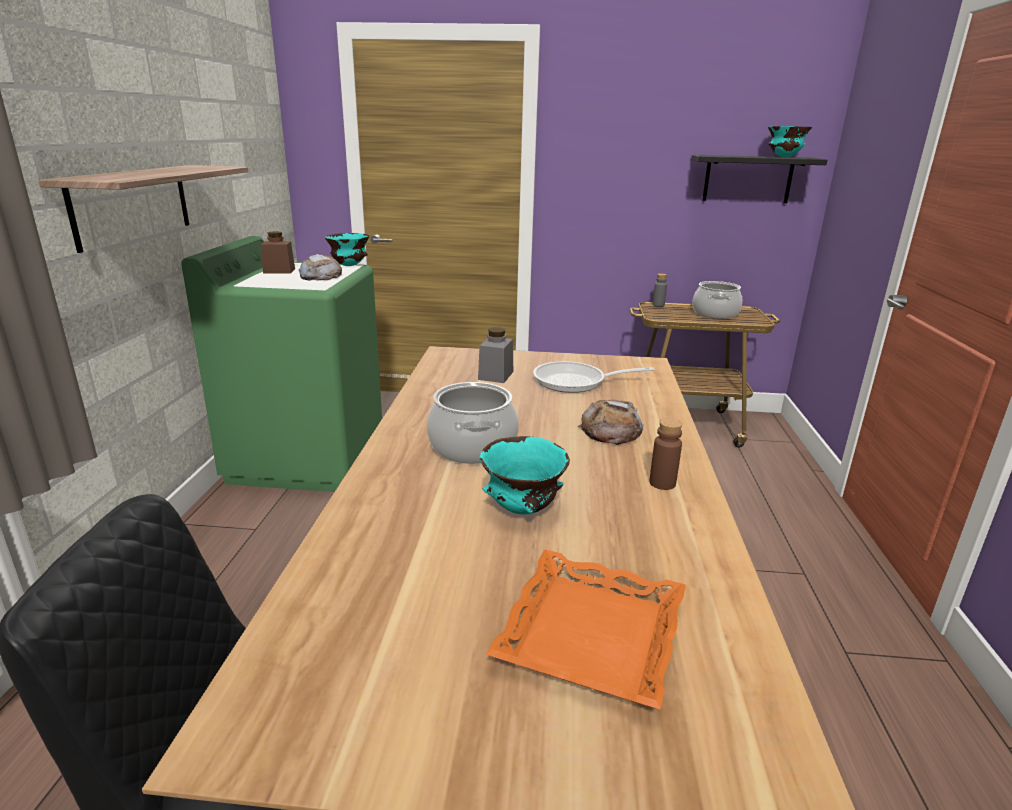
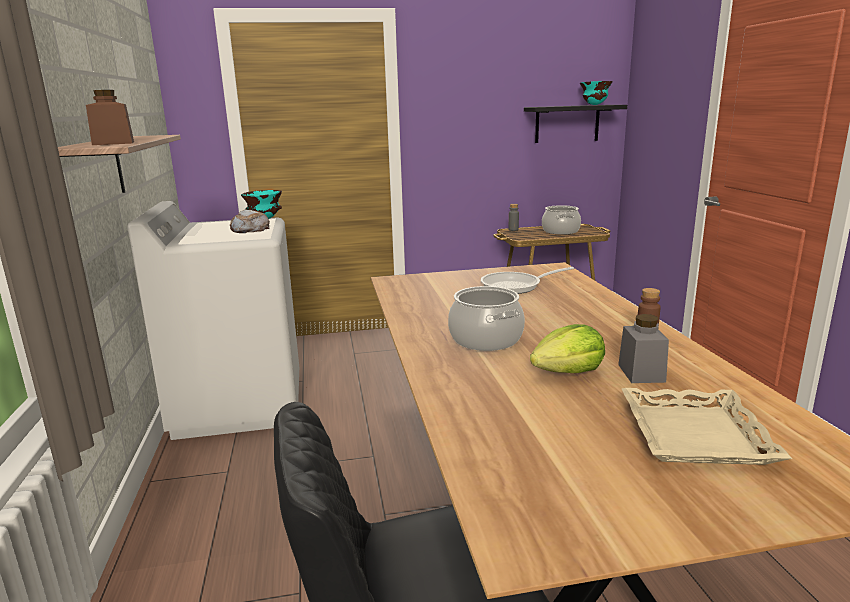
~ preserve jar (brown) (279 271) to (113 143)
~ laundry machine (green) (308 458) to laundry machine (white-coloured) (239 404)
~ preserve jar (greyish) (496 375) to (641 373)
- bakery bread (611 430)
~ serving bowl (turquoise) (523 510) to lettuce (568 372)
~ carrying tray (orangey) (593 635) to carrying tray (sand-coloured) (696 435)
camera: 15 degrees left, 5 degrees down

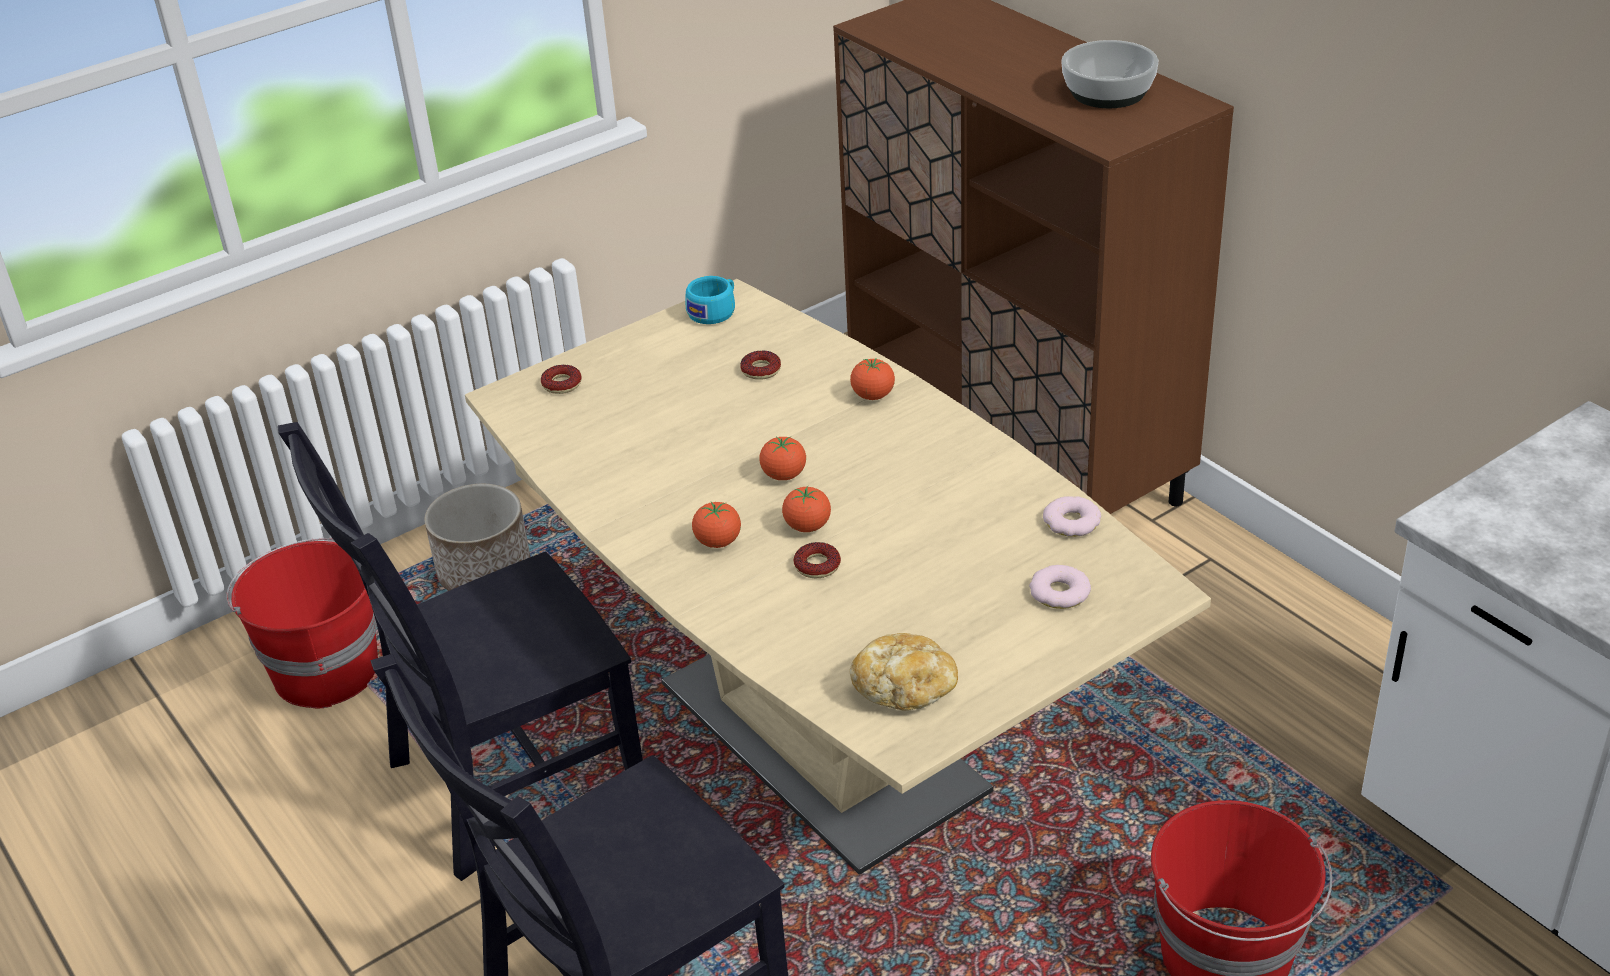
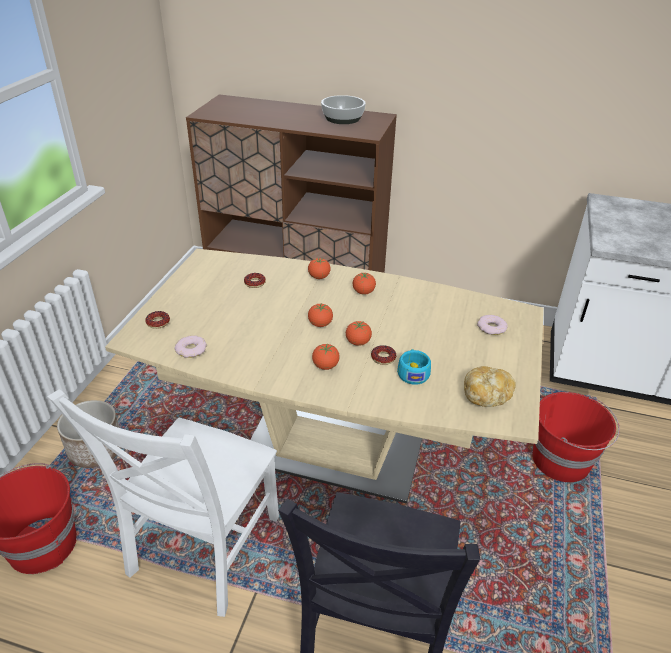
~ cup (turquoise) (715 311) to (413 372)
~ upright chair (black-coloured) (505 781) to upright chair (white-coloured) (201 550)
~ doughnut (1072 522) to (191 349)
+ whole tomato (363 292)
camera: 40 degrees left, 0 degrees up

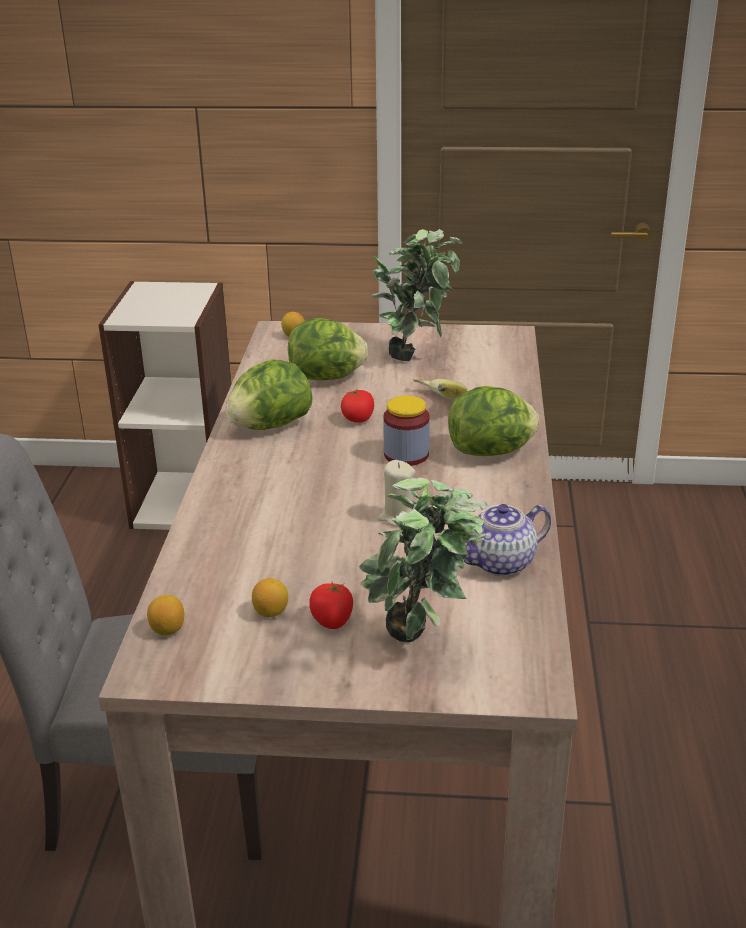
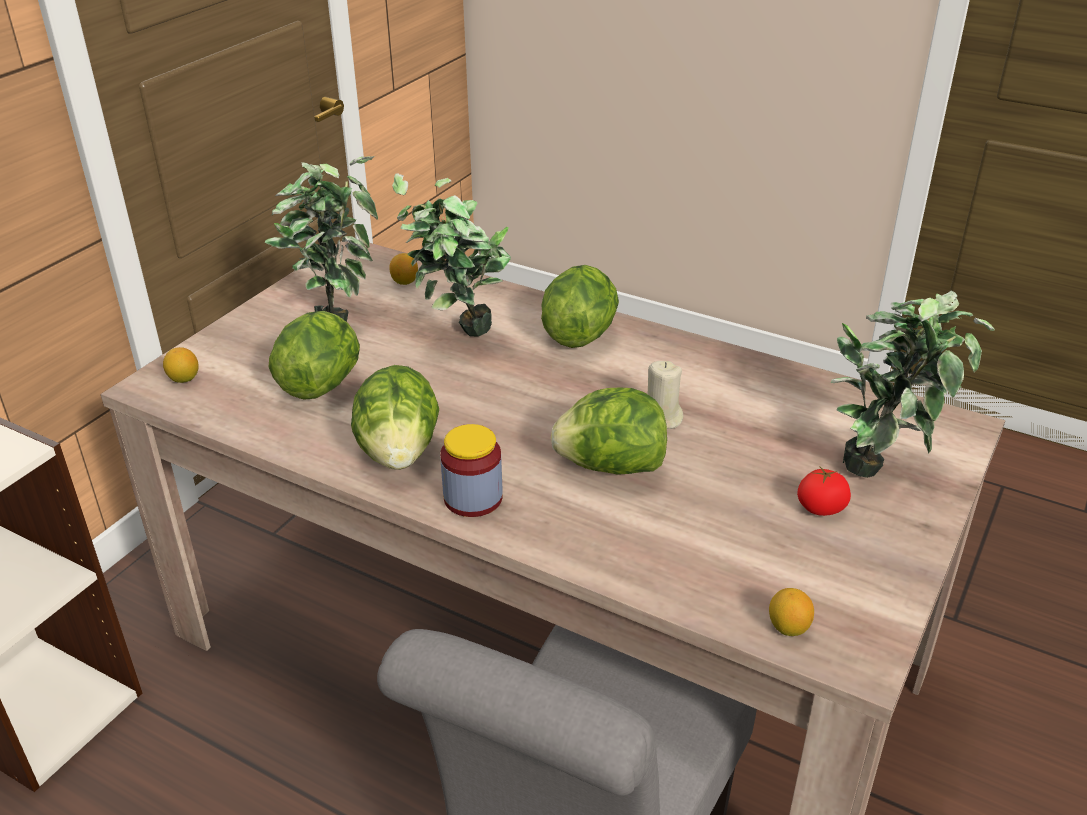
~ banana (435 405) to houseplant (457 337)
- whole tomato (358 419)
~ preserve jar (406 455) to (473 498)
- teapot (501 563)
~ citrus fruit (271 612) to (404 282)
+ lettuce (610 467)
camera: 65 degrees left, 5 degrees up

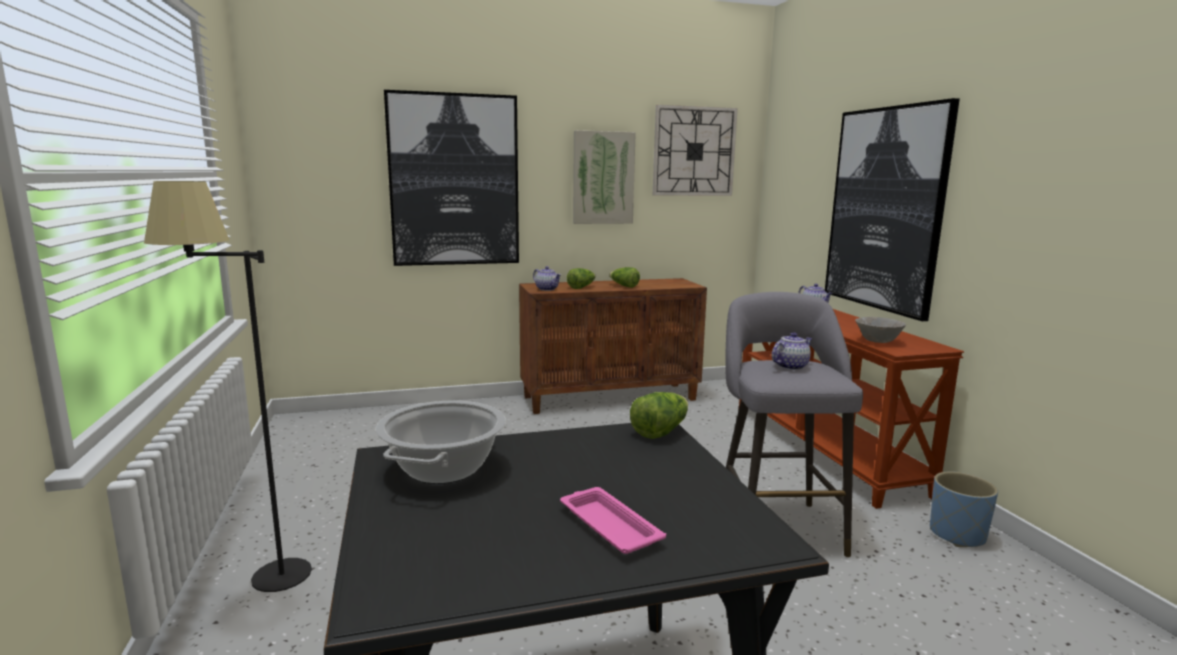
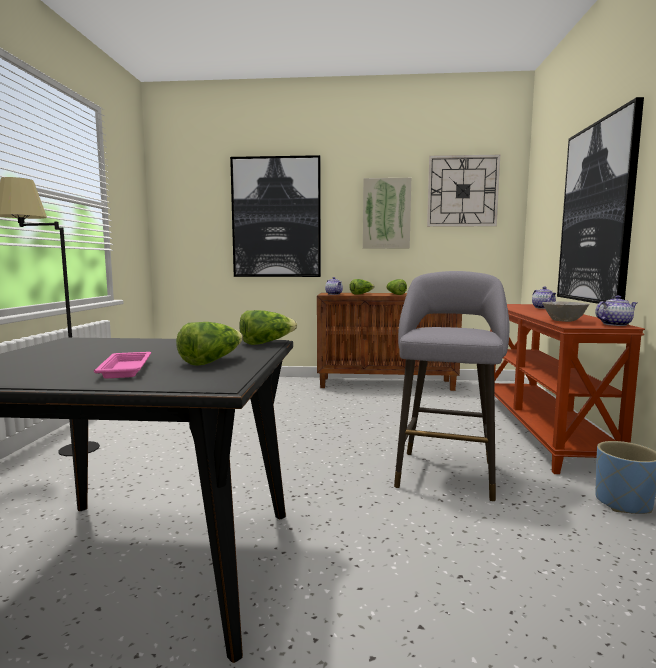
~ teapot (790 366) to (615 324)
- stockpot (444 469)
+ lettuce (211 361)
camera: 20 degrees right, 5 degrees down

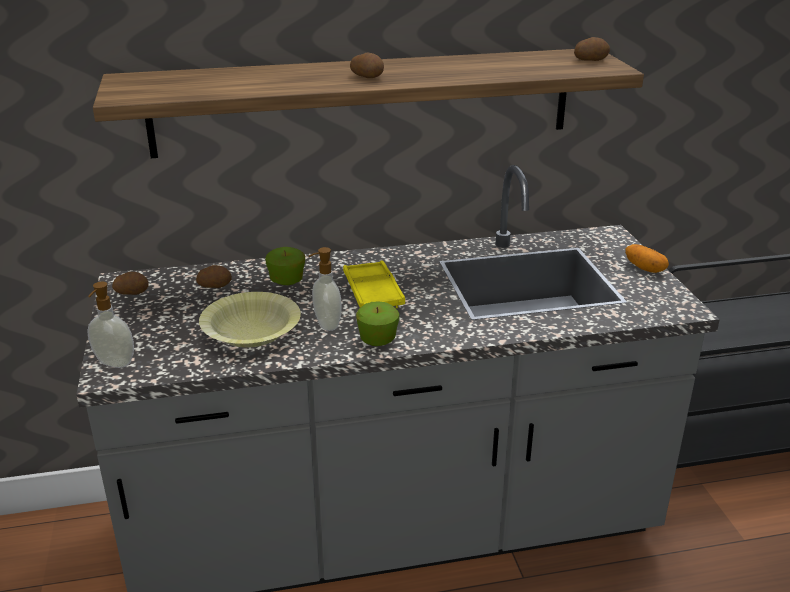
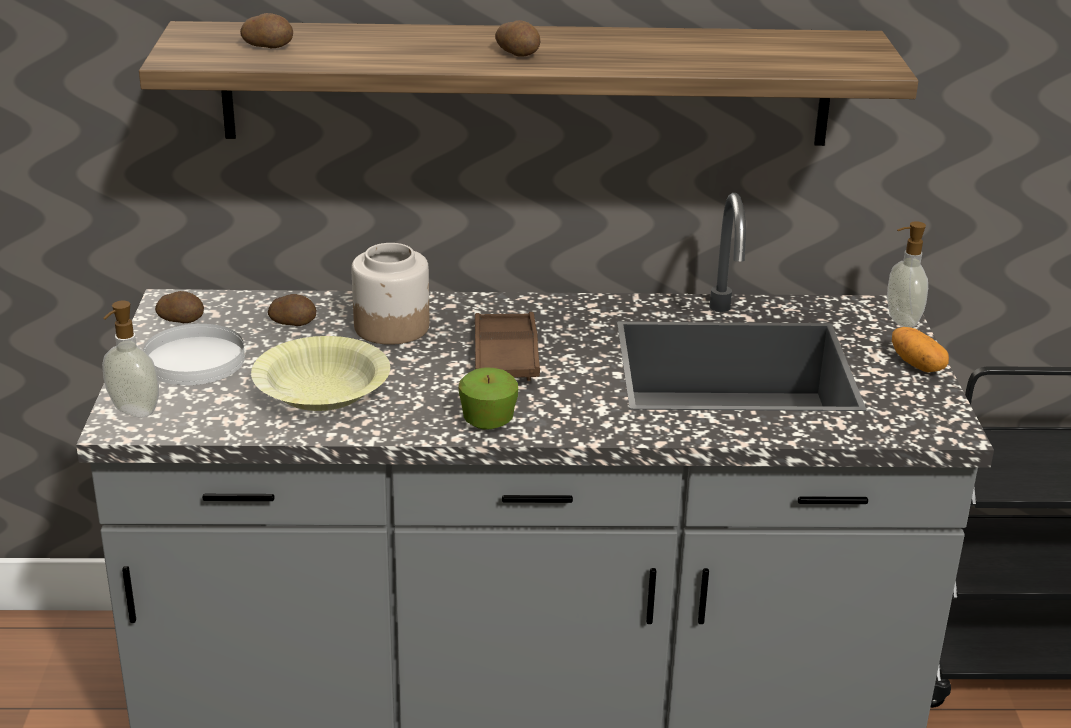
~ potato (590 60) to (268 46)
~ apple fruit (287 281) to preserve jar (392 327)
~ soap bottle (326 324) to (900 320)
~ carrying tray (yellow) (372 292) to carrying tray (brown) (505 355)
+ plate (white-coloured) (194 360)
camera: 10 degrees right, 0 degrees up

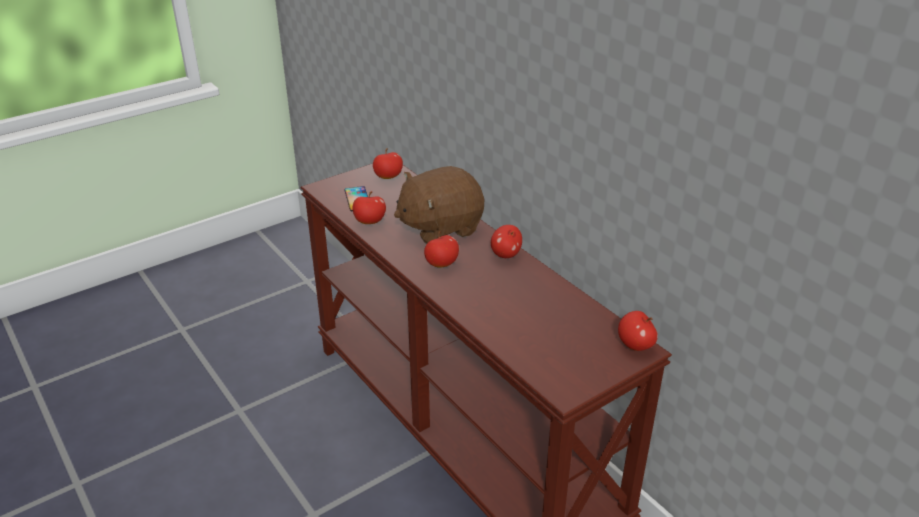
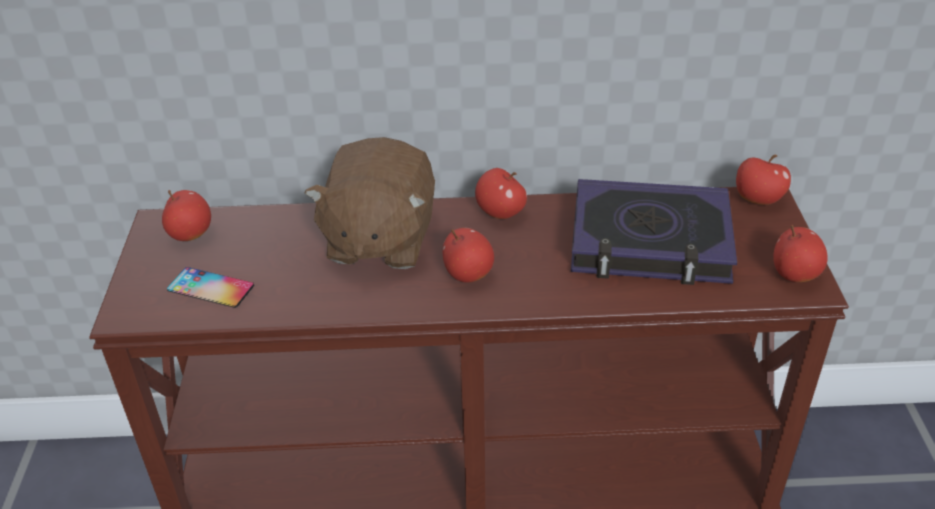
~ apple fruit (370 222) to (794 274)
+ book (650 242)
camera: 55 degrees left, 5 degrees up

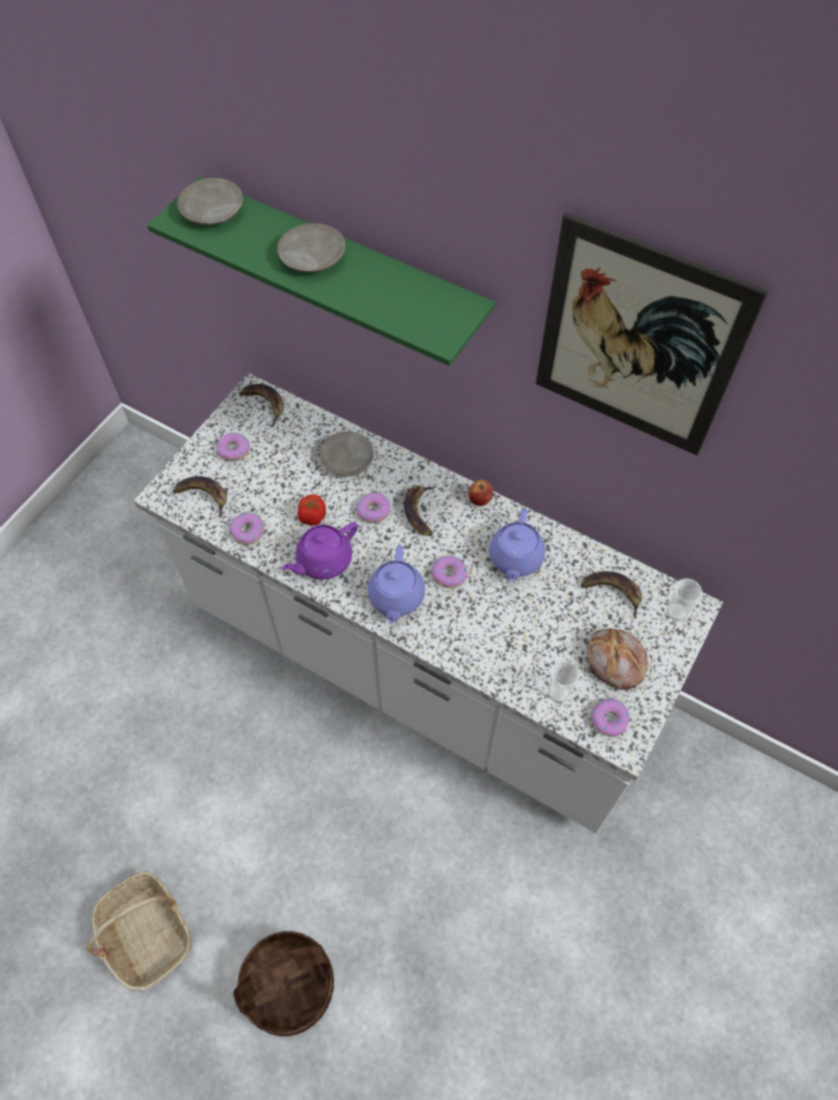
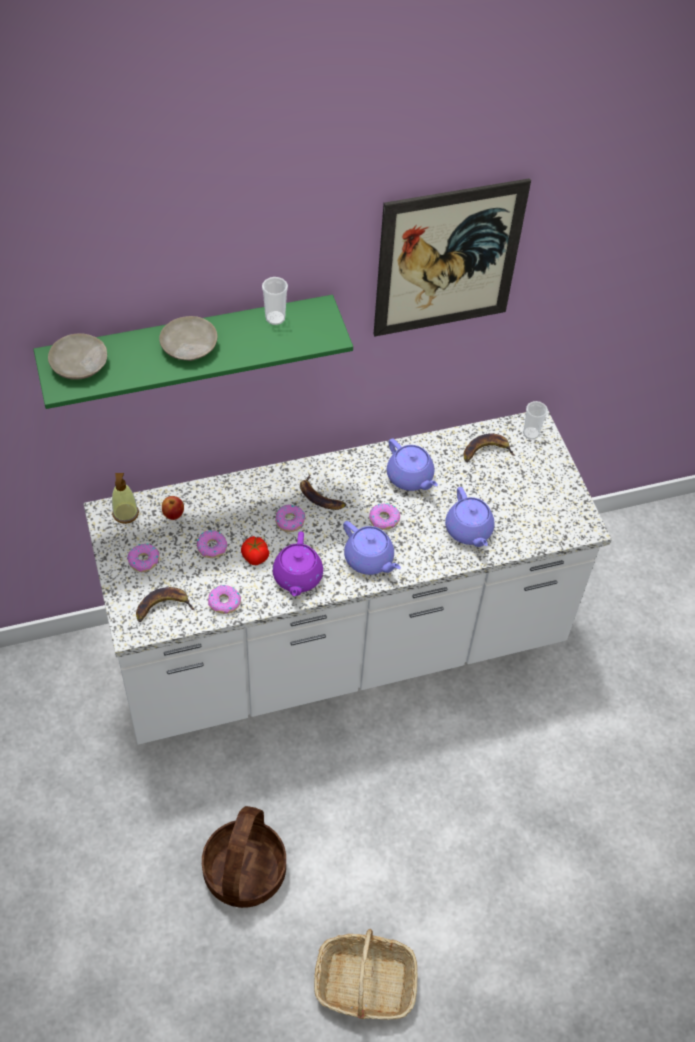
~ banana (265 404) to soap bottle (125 513)
- plate (sand-coloured) (348 460)
~ apple fruit (480 500) to (173 514)
- bakery bread (614 662)
~ cup (558 693) to (275 318)
~ doughnut (609 719) to (212 547)
~ storage basket (289 984) to (244 870)
+ teapot (purple) (469 530)
camera: 50 degrees left, 5 degrees down

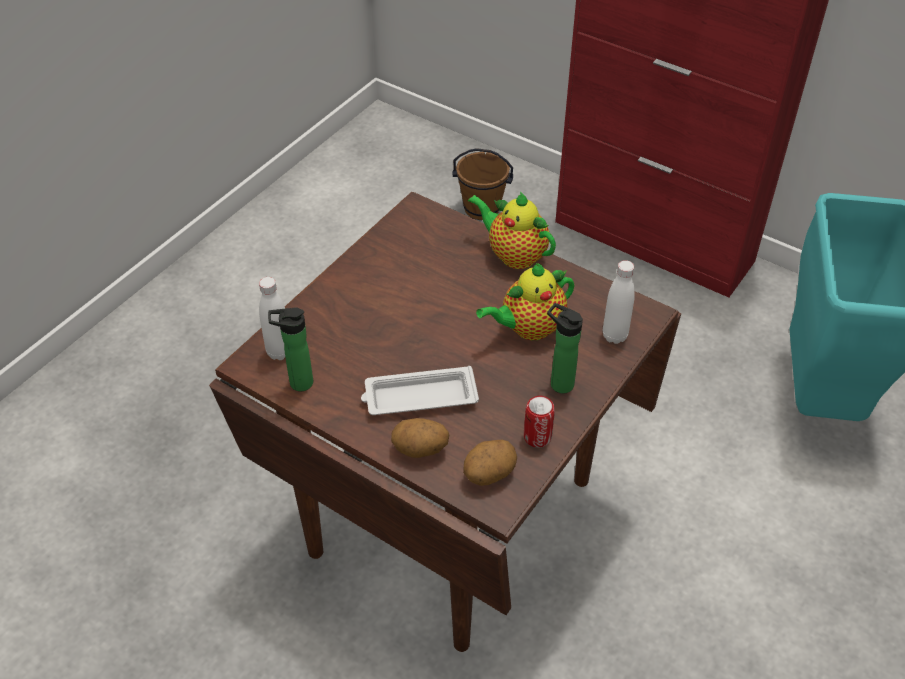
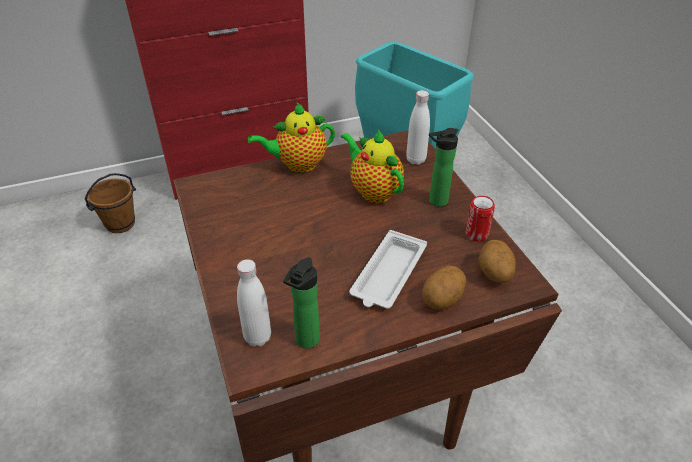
~ teapot (528 328) = (373 191) 135 degrees clockwise
camera: 55 degrees left, 5 degrees down

